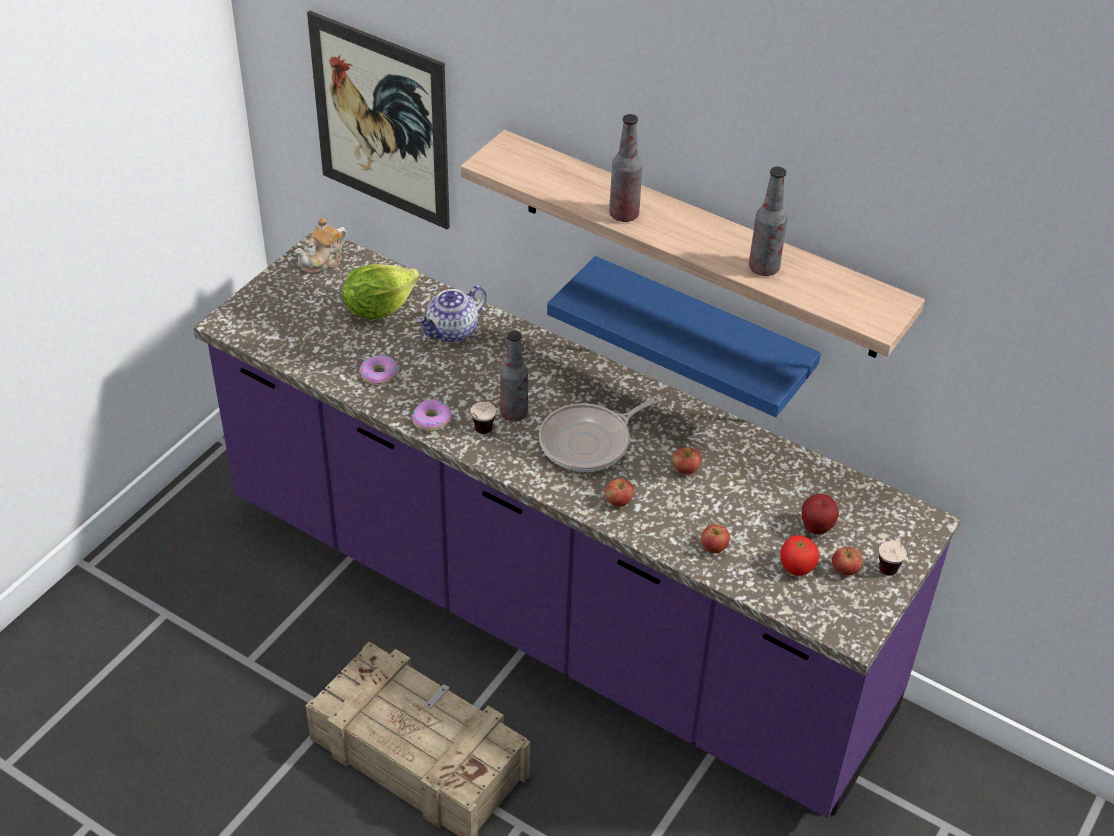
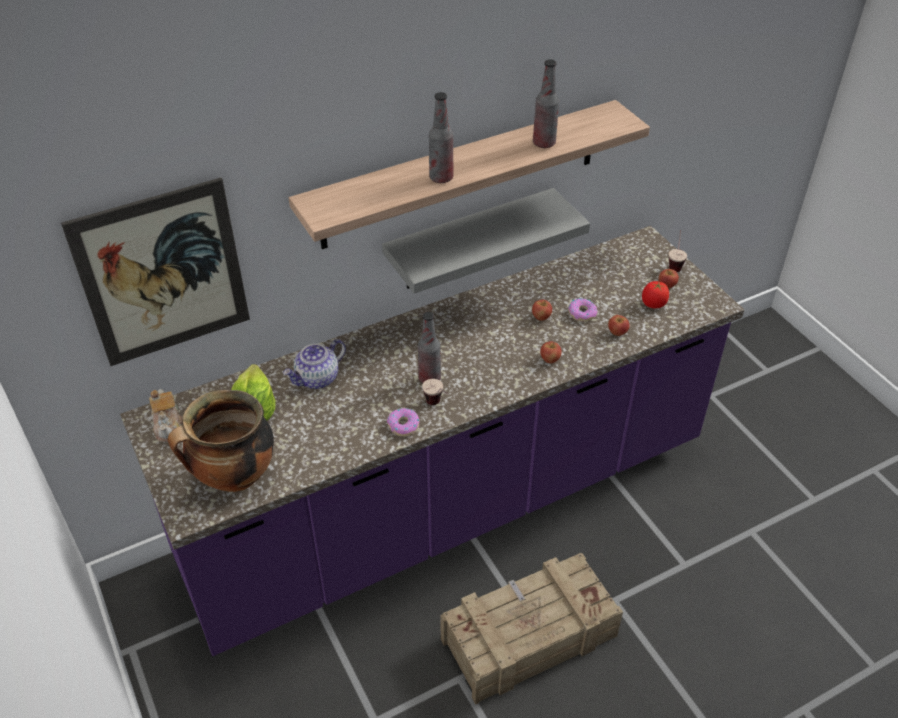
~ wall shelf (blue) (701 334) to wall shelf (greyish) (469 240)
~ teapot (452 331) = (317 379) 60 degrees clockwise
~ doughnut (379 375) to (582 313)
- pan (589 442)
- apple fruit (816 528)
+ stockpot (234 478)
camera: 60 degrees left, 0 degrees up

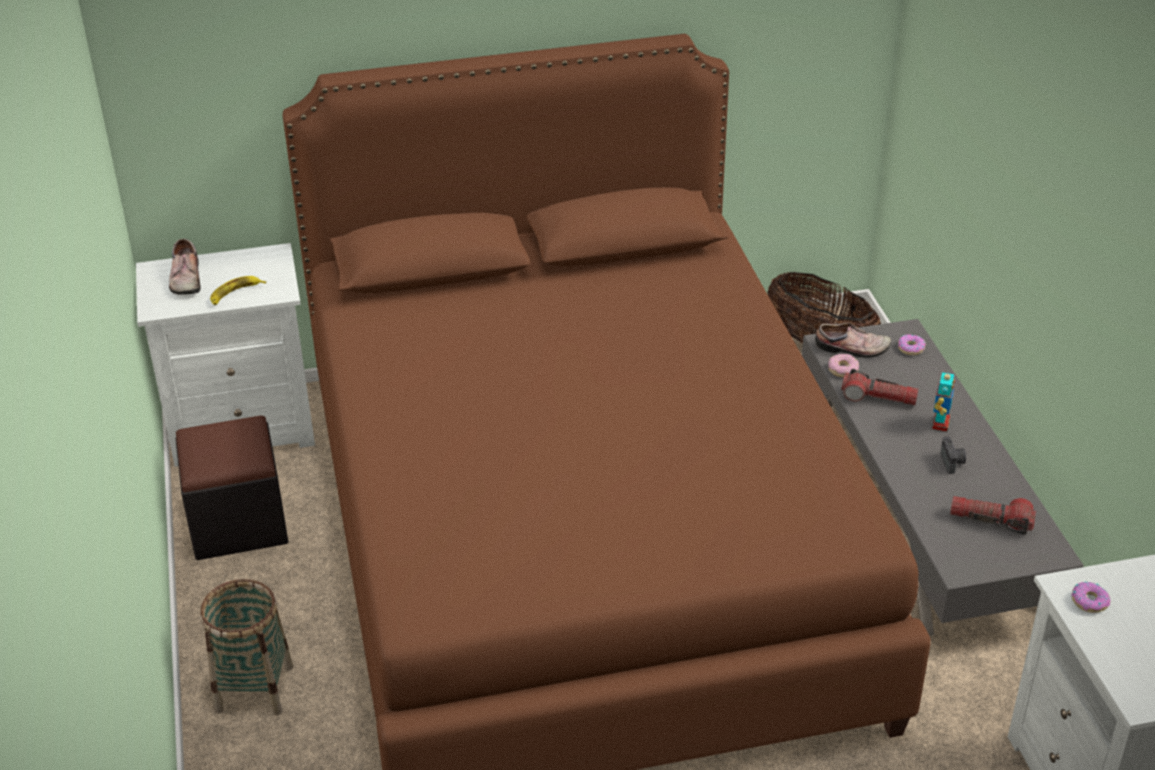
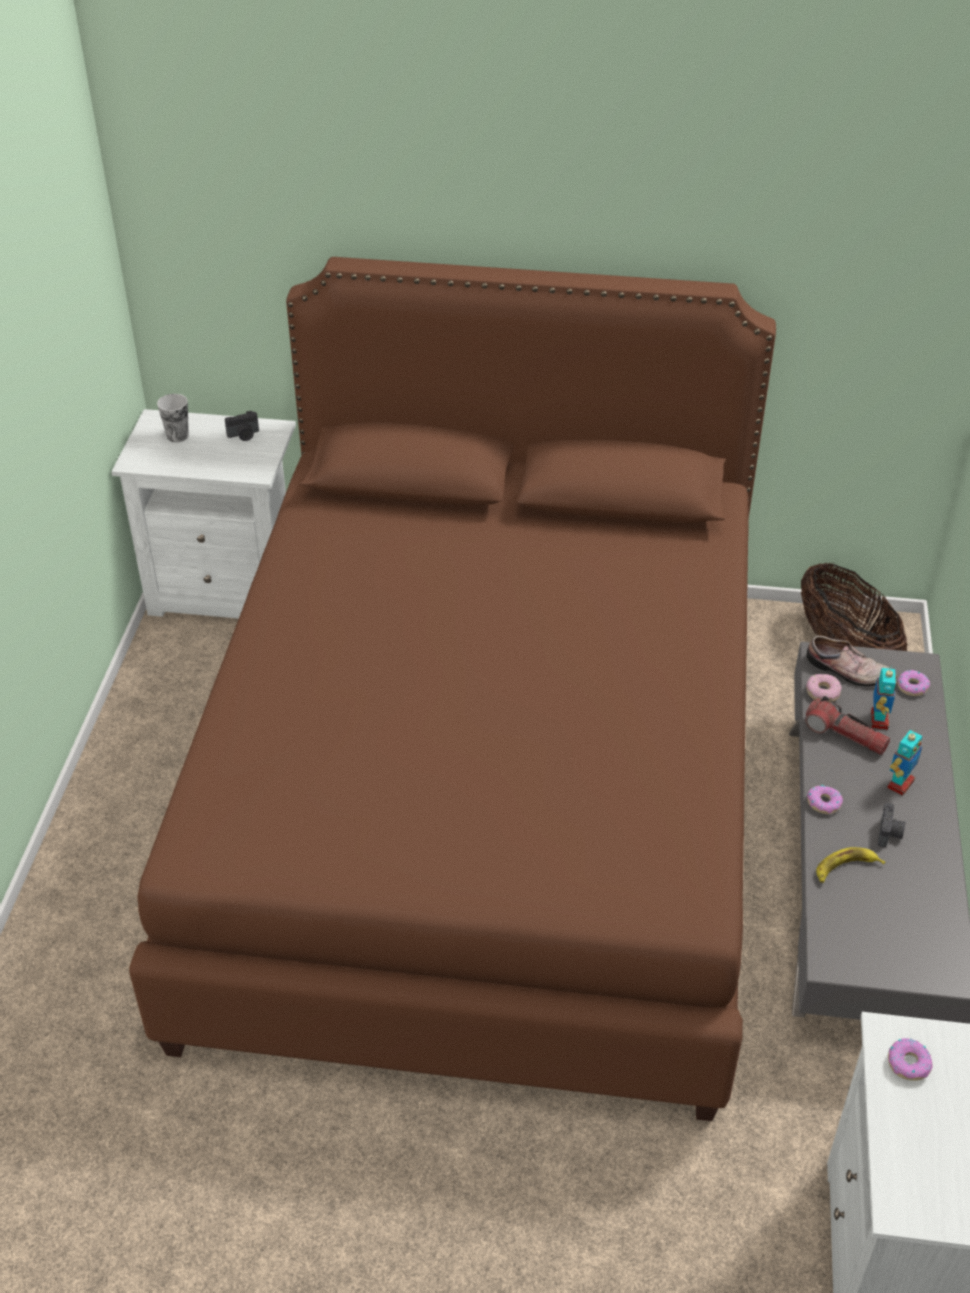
~ shoe (184 278) to cup (177 436)
~ banana (235 294) to (845 868)
- ottoman (black-coloured) (238 523)
- flashlight (991 521)
- storage basket (254 688)
+ photo camera (244 435)
+ robot figure (878 720)
+ doughnut (823 803)
camera: 20 degrees right, 5 degrees up

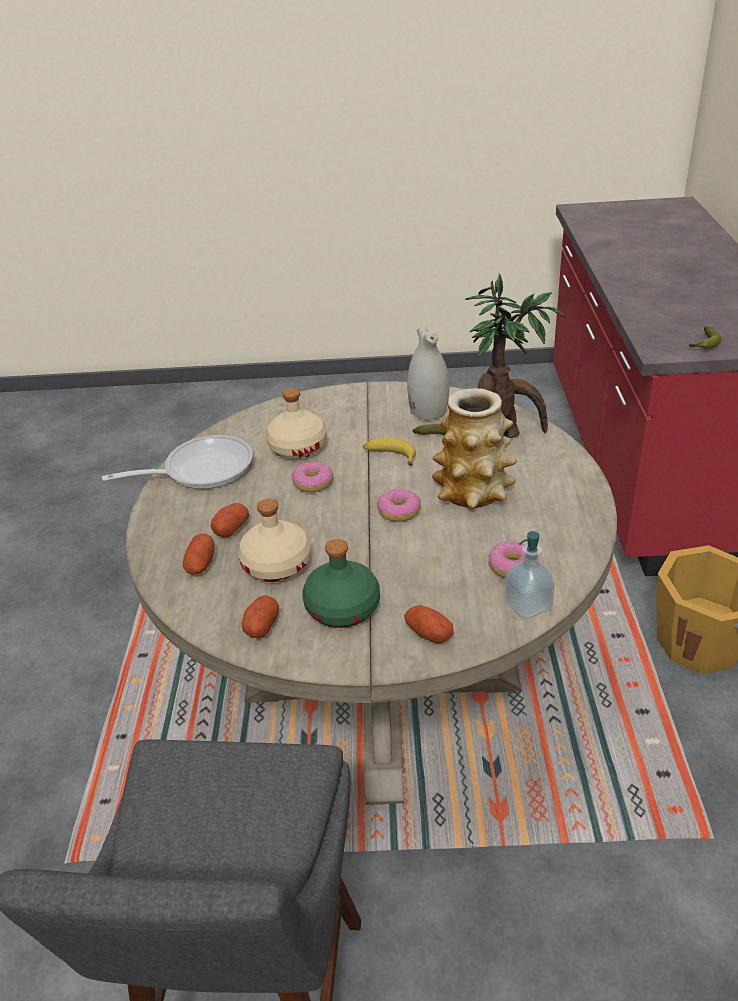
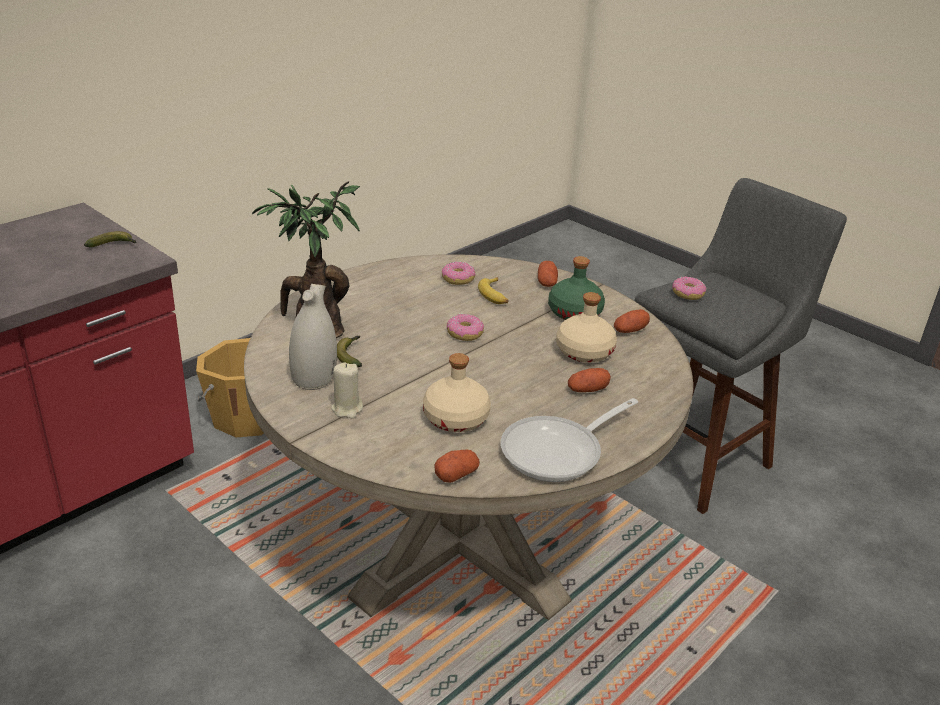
- flower vase (473 493)
~ pan (201 470) = (558 452) 60 degrees counterclockwise
~ banana (390 456) to (495 295)
~ doughnut (313 483) to (687 294)
- soap bottle (528 605)
~ potato (201 564) to (456 474)
+ wax candle (sand-coloured) (347 409)
camera: 140 degrees left, 5 degrees down

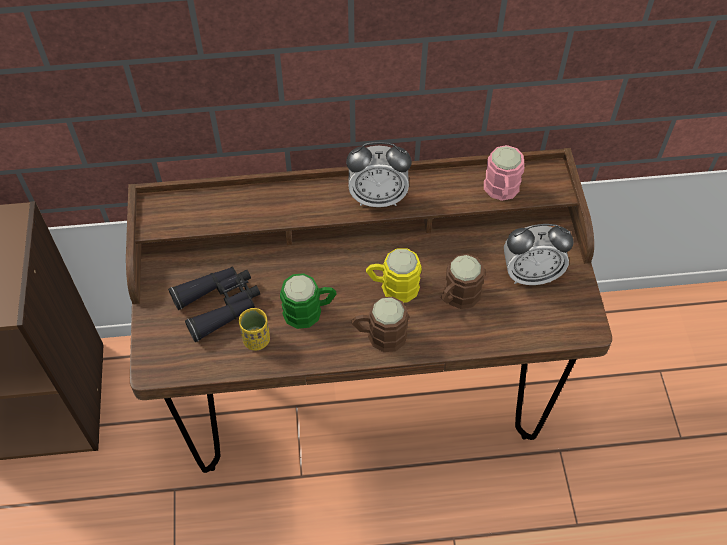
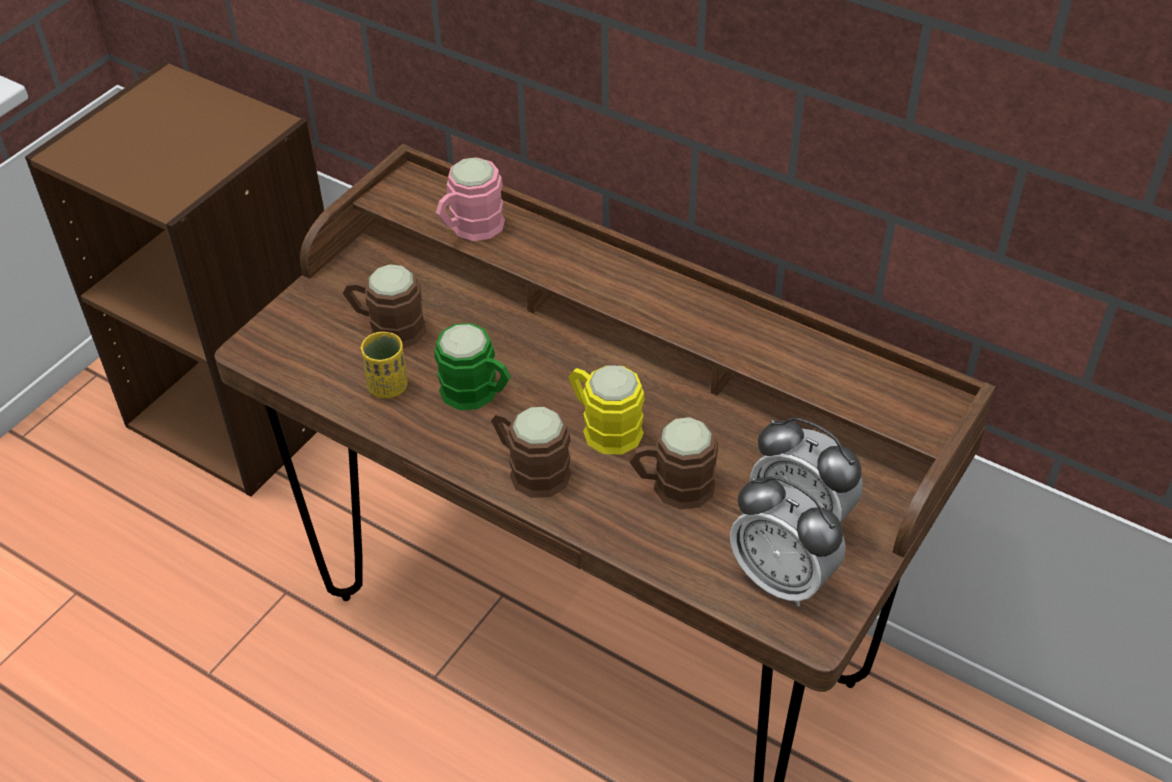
~ bedside clock (378 197) to (782 579)
~ mug (pink) (501 191) to (469 228)
~ field glasses (black-coloured) (219 305) to mug (brown) (387 328)
camera: 40 degrees right, 10 degrees down

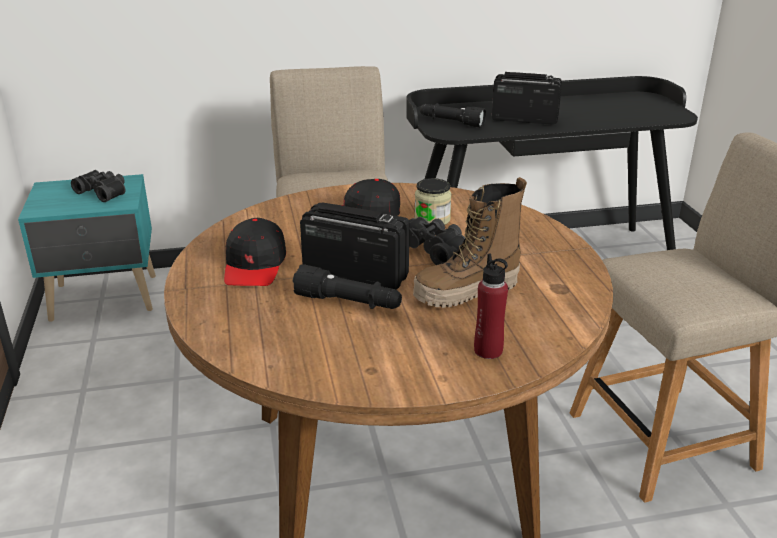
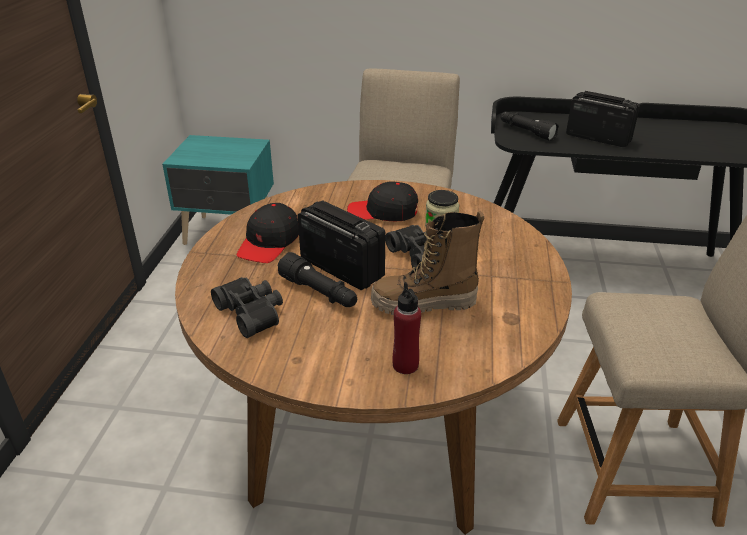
~ field glasses (black-coloured) (104 192) to (252 312)
camera: 20 degrees right, 5 degrees up

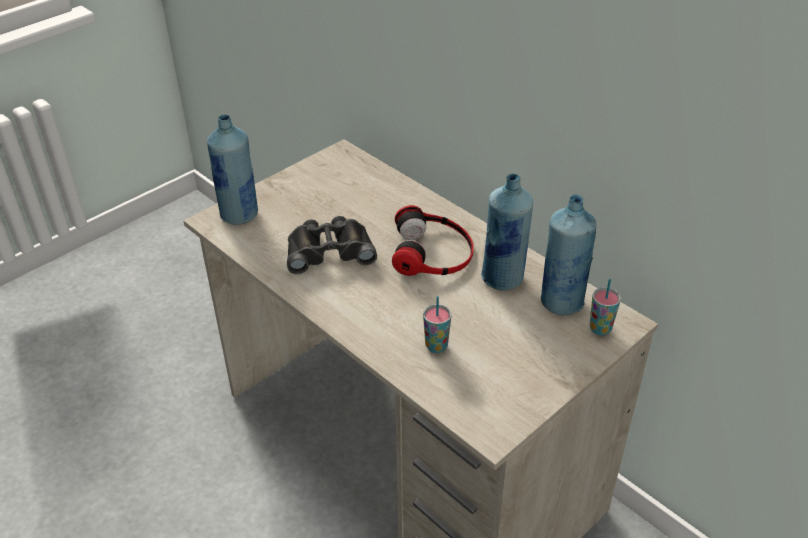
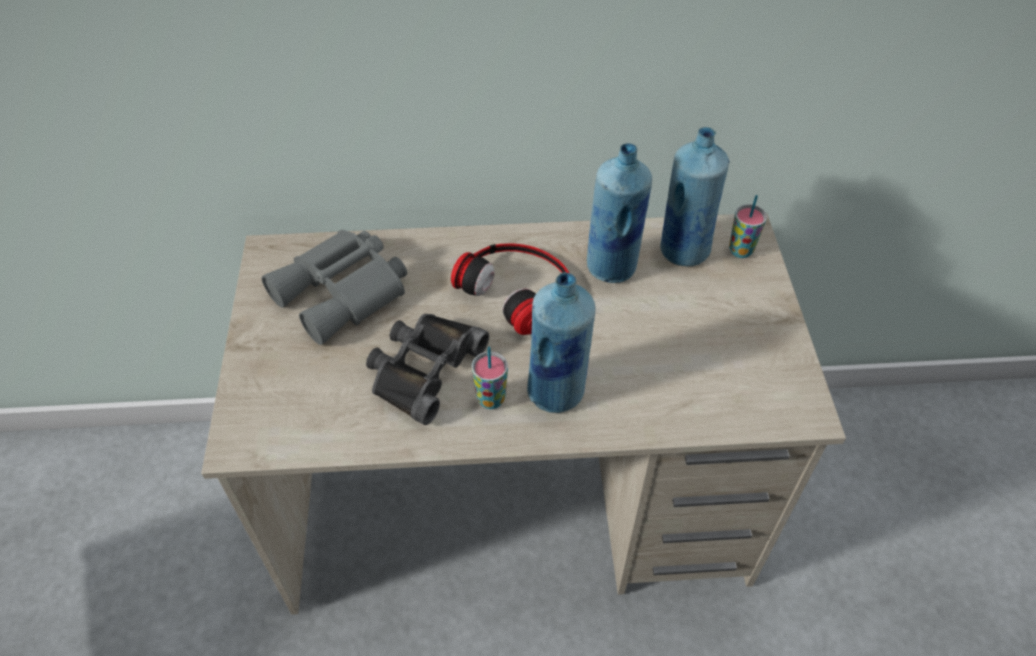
~ beverage bottle (blue) (239 215) to (557 392)
~ cup (436 346) to (491 399)
+ field glasses (greyish) (344 292)
camera: 50 degrees left, 10 degrees up

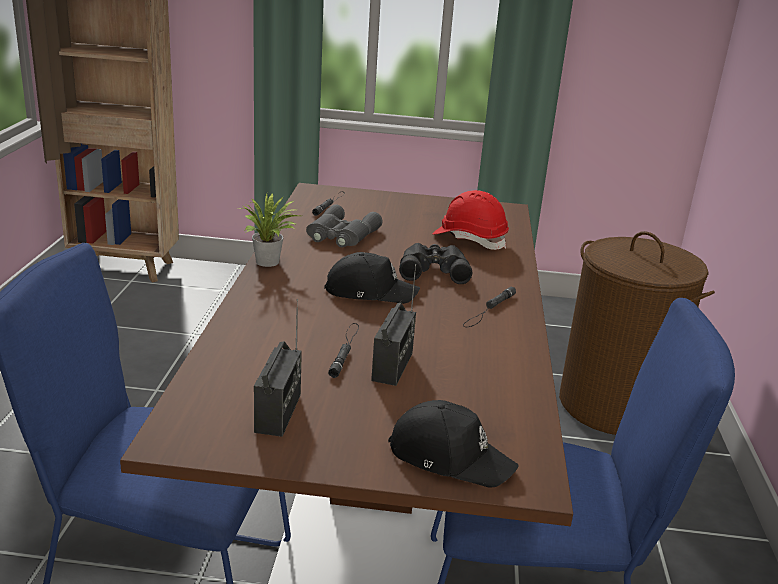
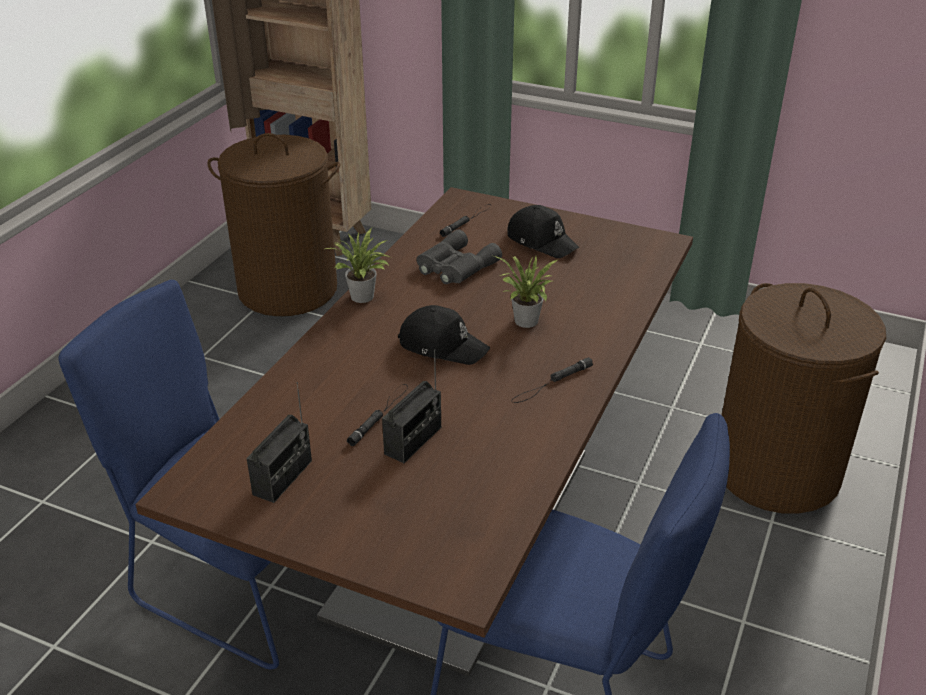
- work helmet (reddish) (469 239)
~ field glasses (black-coloured) (433 269) to houseplant (525 323)
~ baseball cap (black-coloured) (449 457) to (542 241)
+ hamper (brown) (288 289)
camera: 20 degrees right, 10 degrees up

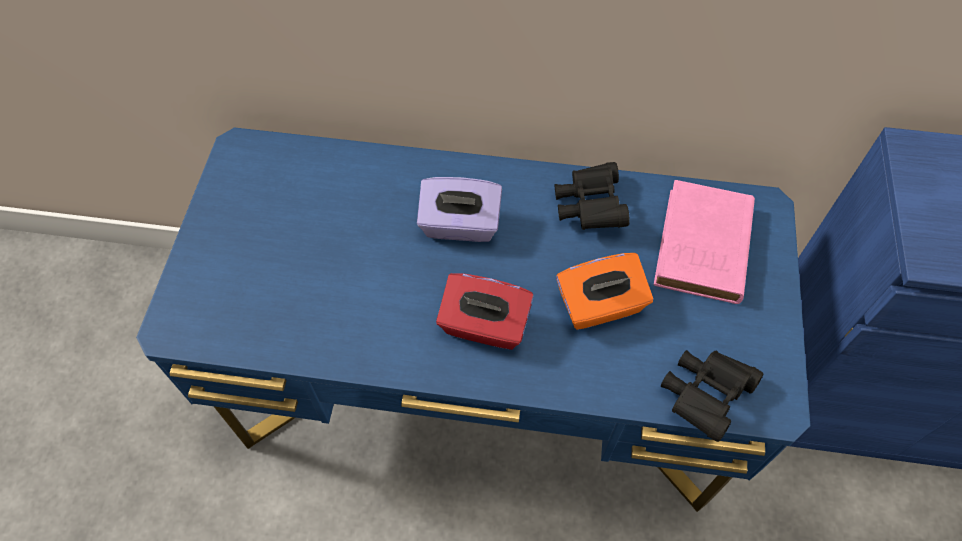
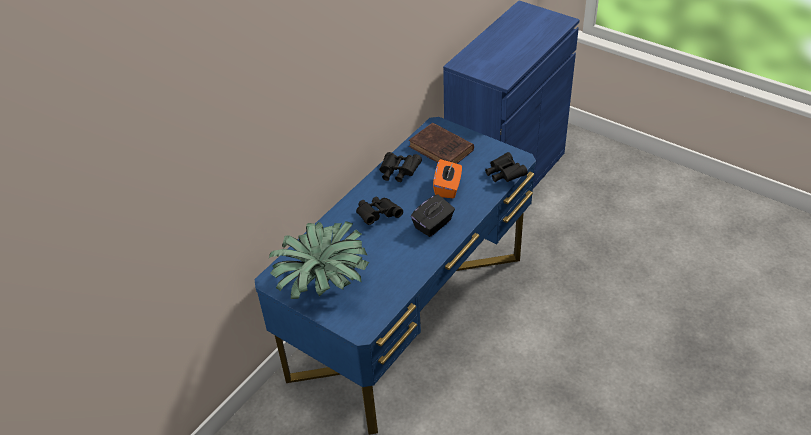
~ tissue holder (purple) (460 225) to field glasses (black-coloured) (378 215)
~ book (pink) (702 249) to book (brown) (442 149)
~ tissue holder (reddish) (484 326) to tissue holder (black-coloured) (433 225)
+ houseplant (323 284)
camera: 60 degrees left, 15 degrees down

